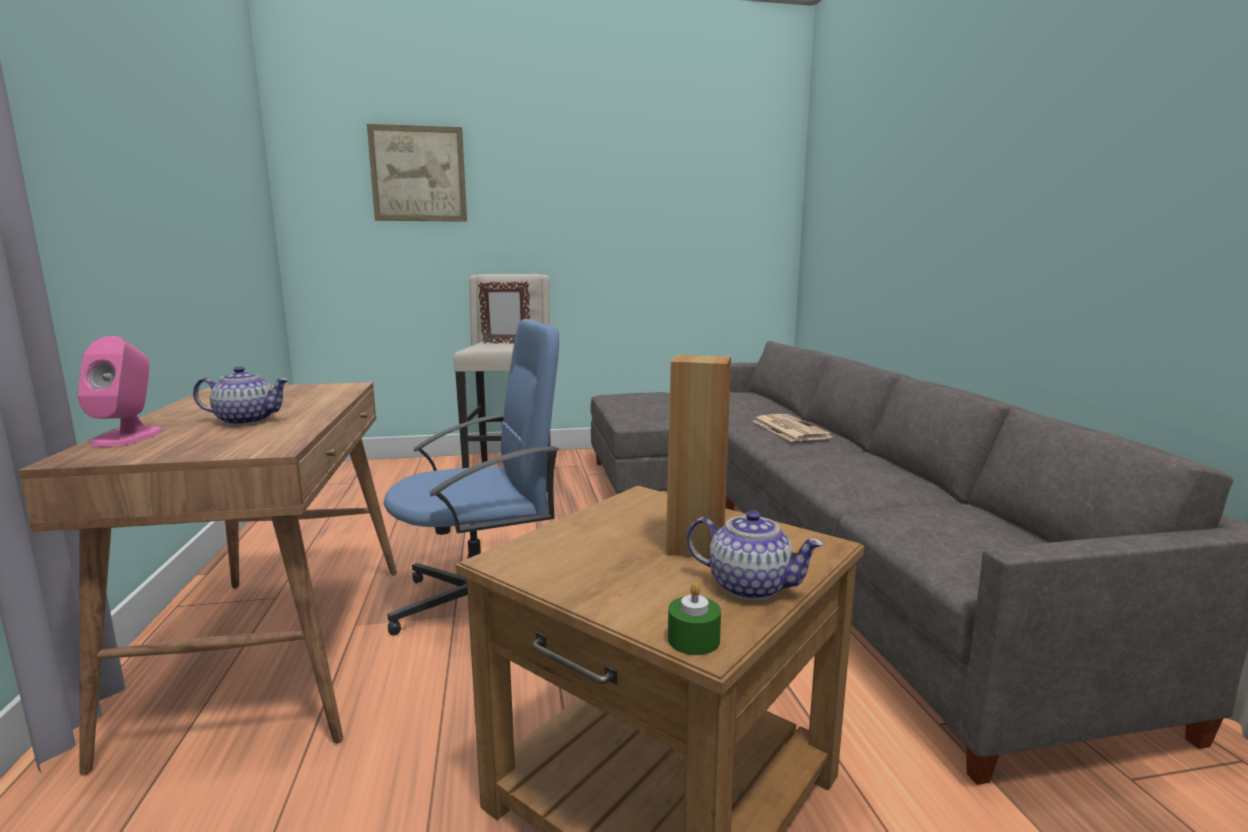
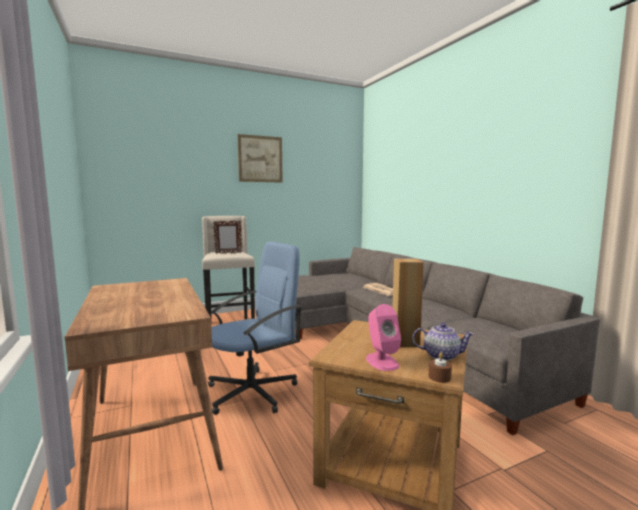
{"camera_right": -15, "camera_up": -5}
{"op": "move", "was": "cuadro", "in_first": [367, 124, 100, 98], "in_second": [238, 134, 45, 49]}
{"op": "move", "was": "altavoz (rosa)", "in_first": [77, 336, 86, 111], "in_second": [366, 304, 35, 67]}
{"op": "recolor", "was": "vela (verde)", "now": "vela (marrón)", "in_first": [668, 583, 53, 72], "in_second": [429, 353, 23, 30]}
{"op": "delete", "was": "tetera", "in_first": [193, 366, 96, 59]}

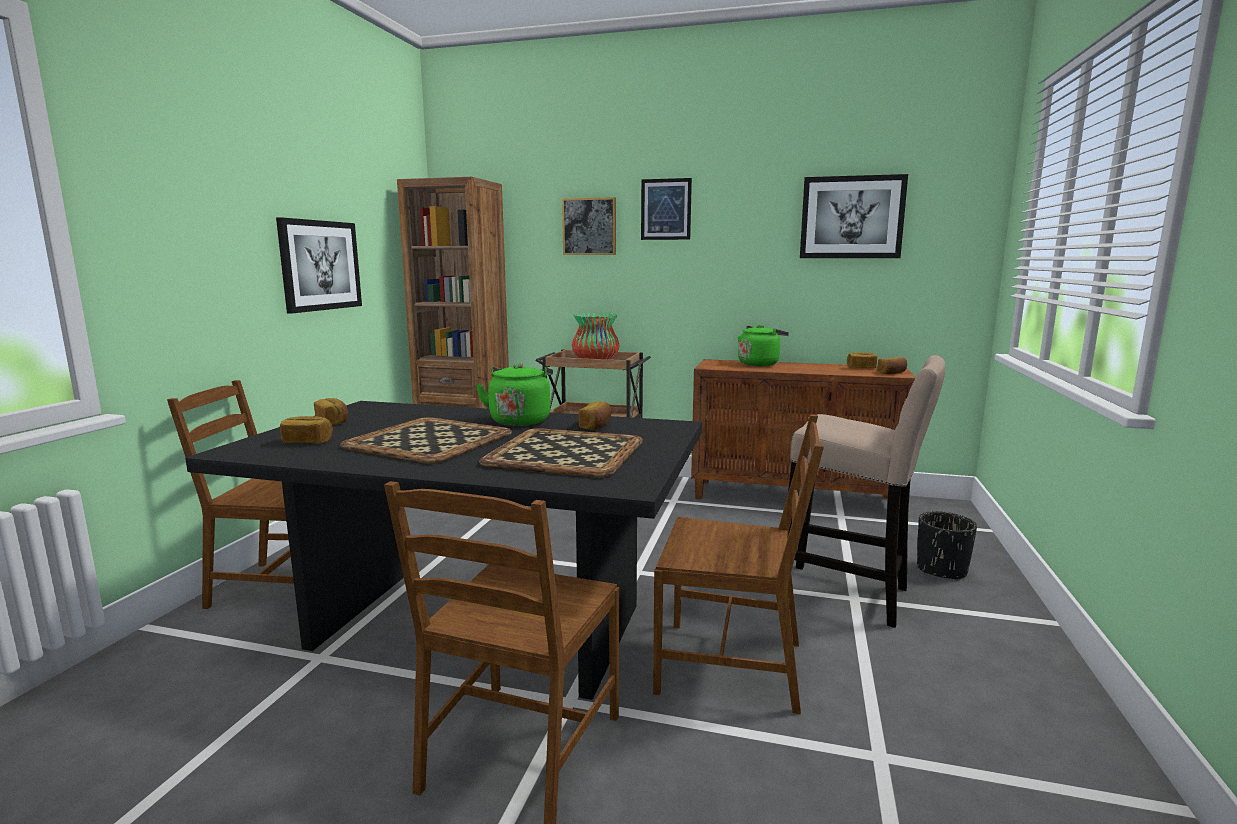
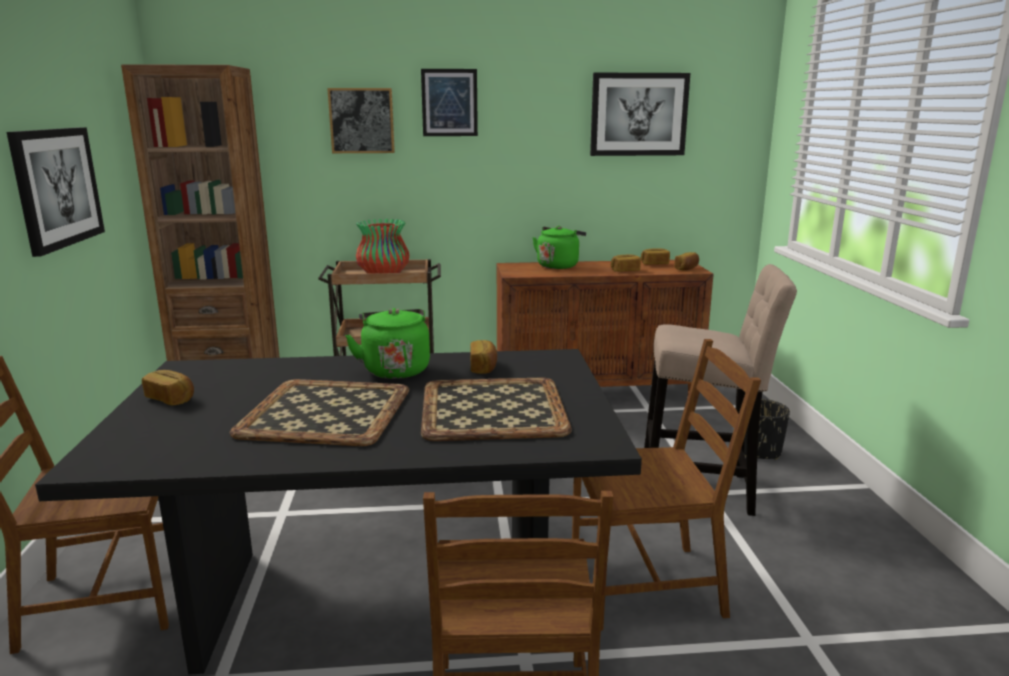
{"camera_right": -20, "camera_up": 5}
{"op": "move", "was": "pan", "in_first": [280, 416, 53, 27], "in_second": [611, 255, 30, 17]}

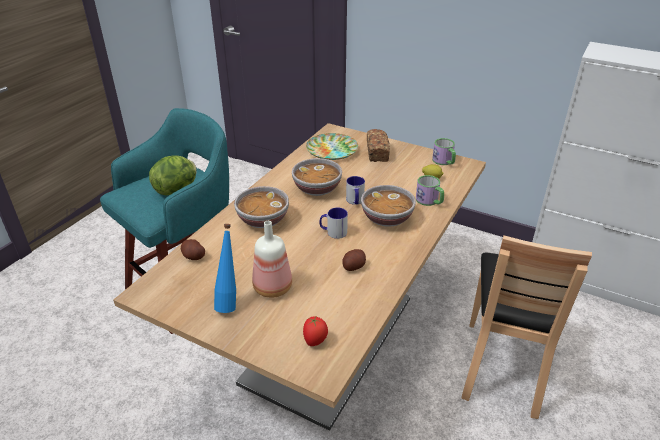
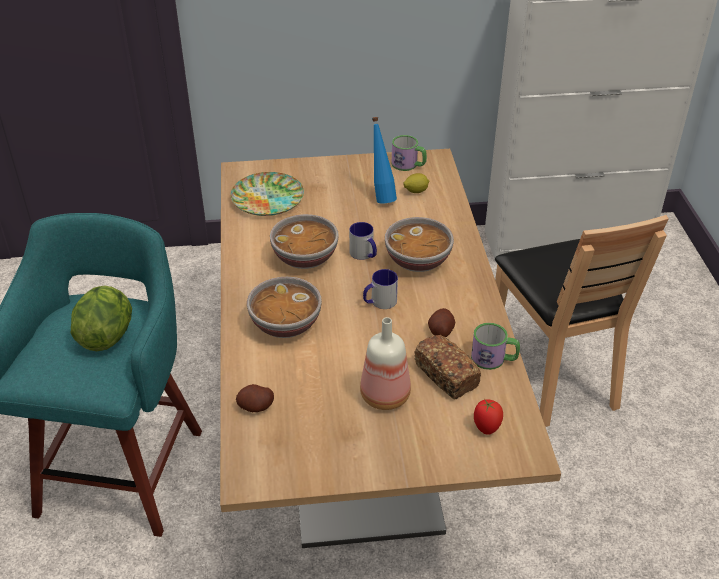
{"camera_right": -35, "camera_up": 5}
{"op": "move", "was": "botella (azul)", "in_first": [214, 224, 22, 89], "in_second": [372, 117, 25, 86]}
{"op": "move", "was": "pan", "in_first": [367, 129, 23, 33], "in_second": [414, 335, 67, 65]}
{"op": "move", "was": "taza grande", "in_first": [416, 175, 28, 31], "in_second": [471, 323, 49, 47]}

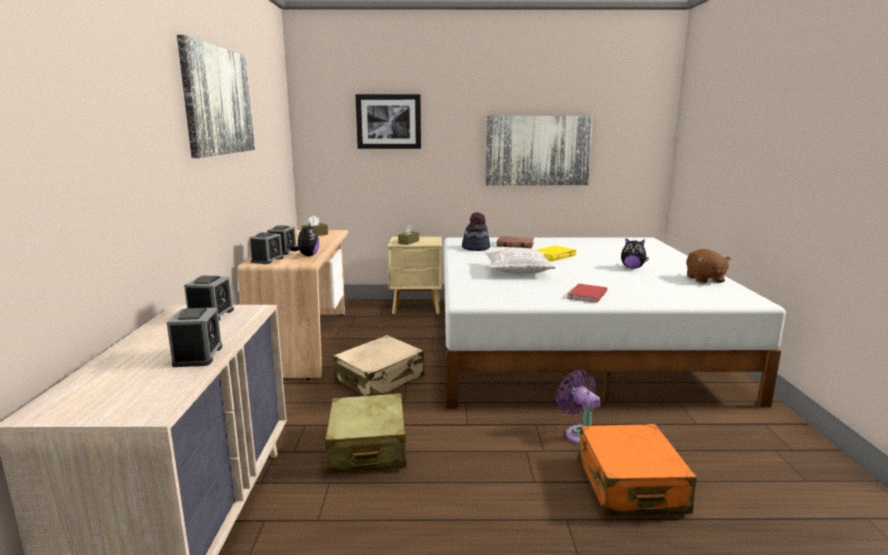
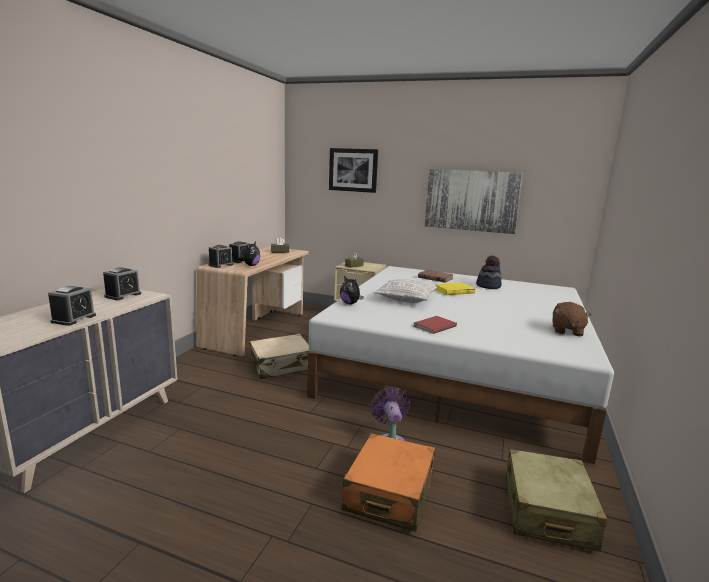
{"camera_right": 20, "camera_up": 0}
{"op": "move", "was": "peluche", "in_first": [621, 238, 28, 31], "in_second": [340, 276, 24, 28]}
{"op": "move", "was": "sombrero", "in_first": [462, 212, 28, 39], "in_second": [476, 255, 25, 34]}
{"op": "move", "was": "maleta (beis)", "in_first": [325, 393, 82, 81], "in_second": [506, 449, 101, 103]}
{"op": "delete", "was": "cuadro", "in_first": [177, 35, 78, 123]}

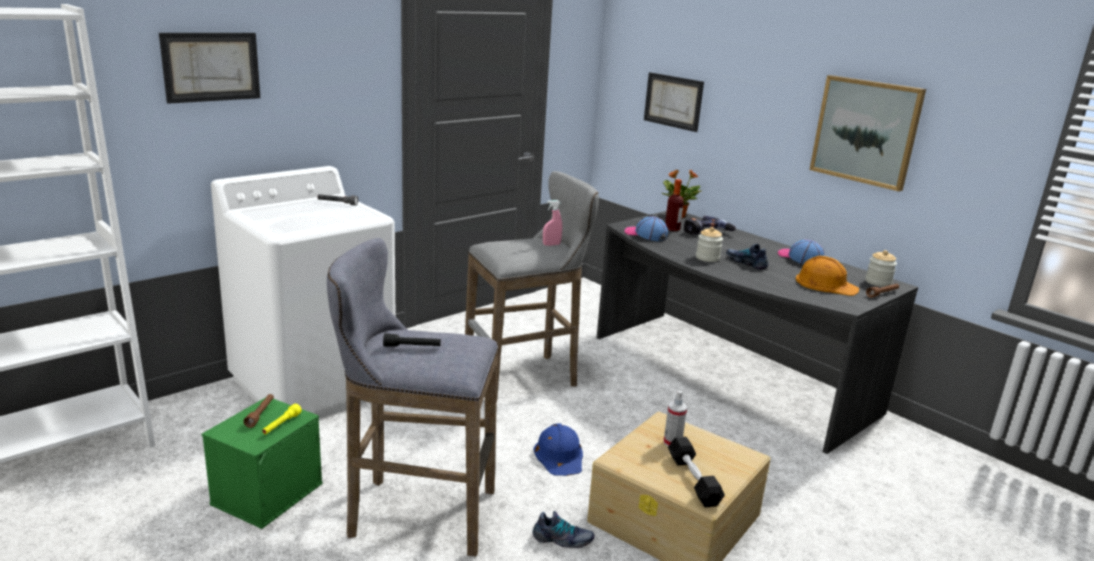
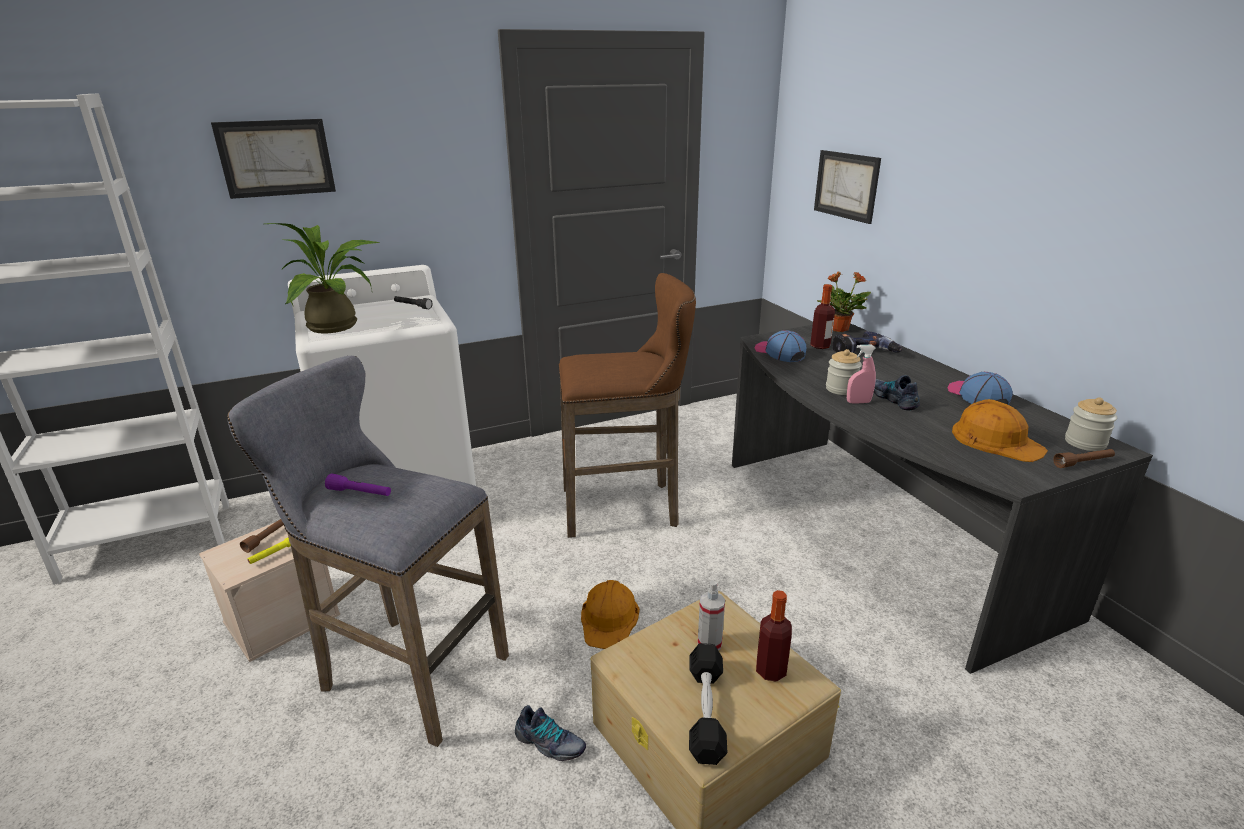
{"camera_right": 20, "camera_up": 5}
{"op": "recolor", "was": "caja de almacenaje (verde)", "now": "caja de almacenaje (beis)", "in_first": [202, 397, 121, 132], "in_second": [199, 523, 141, 139]}
{"op": "insert", "now": "planta en maceta", "in_second": [264, 223, 115, 111]}
{"op": "recolor", "was": "linterna (negro)", "now": "linterna (morado)", "in_first": [383, 333, 58, 14], "in_second": [325, 474, 66, 22]}
{"op": "recolor", "was": "taburete (gris)", "now": "taburete (marrón)", "in_first": [465, 171, 134, 224], "in_second": [559, 273, 137, 265]}
{"op": "recolor", "was": "casco (azul)", "now": "casco (naranja)", "in_first": [533, 423, 50, 53], "in_second": [581, 580, 59, 69]}
{"op": "insert", "now": "botella", "in_second": [756, 590, 36, 92]}
{"op": "move", "was": "pulverizador (rosa)", "in_first": [543, 200, 19, 46], "in_second": [847, 345, 29, 59]}
{"op": "delete", "was": "cuadro", "in_first": [810, 75, 116, 116]}

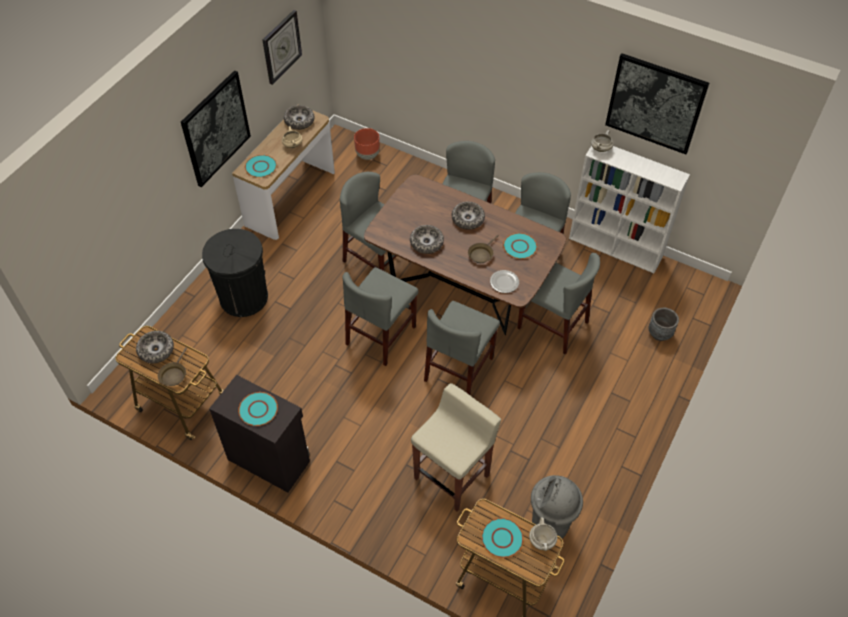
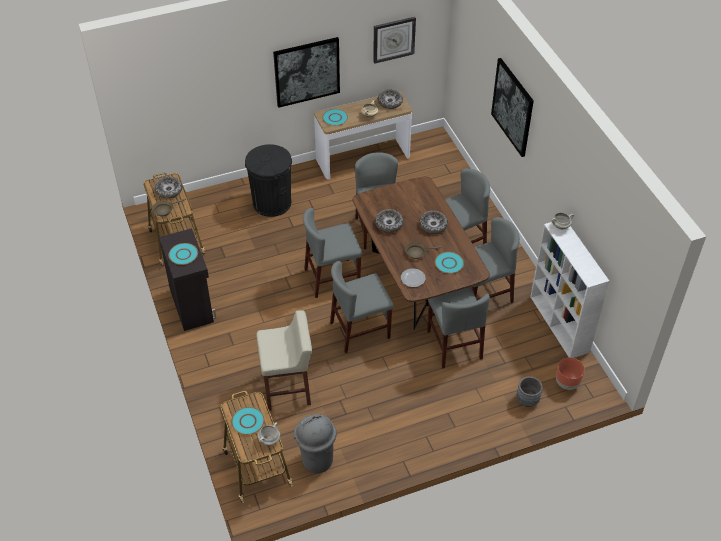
{"camera_right": 40, "camera_up": -5}
{"op": "move", "was": "cuadro", "in_first": [605, 53, 104, 101], "in_second": [491, 58, 43, 99]}
{"op": "move", "was": "maceta (marrón)", "in_first": [354, 128, 26, 32], "in_second": [556, 357, 29, 33]}

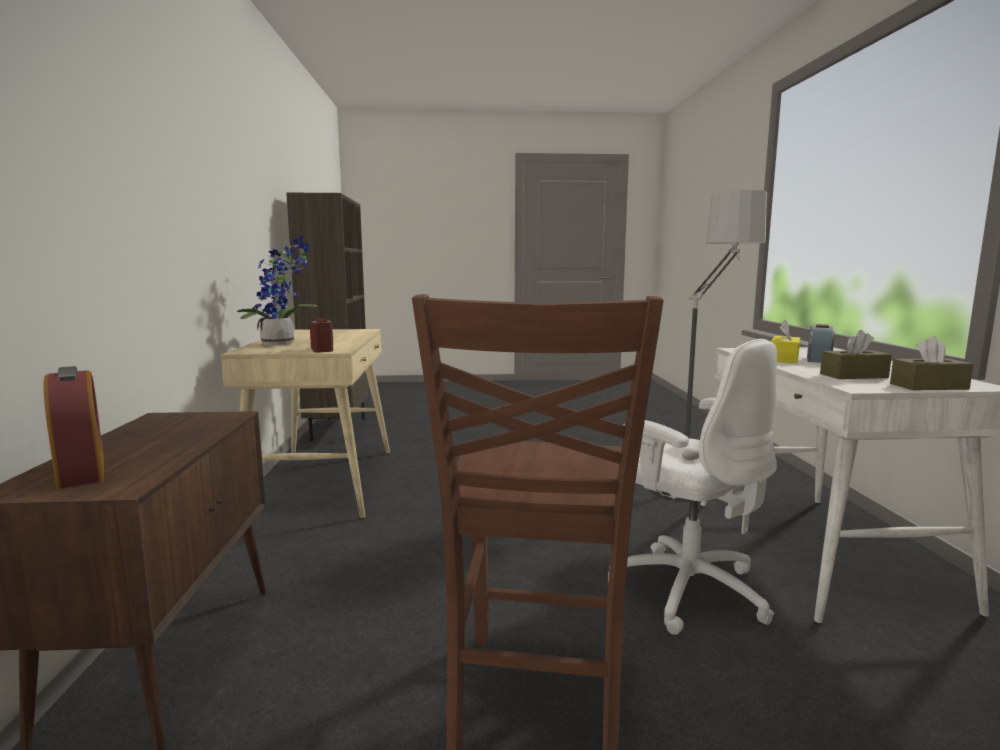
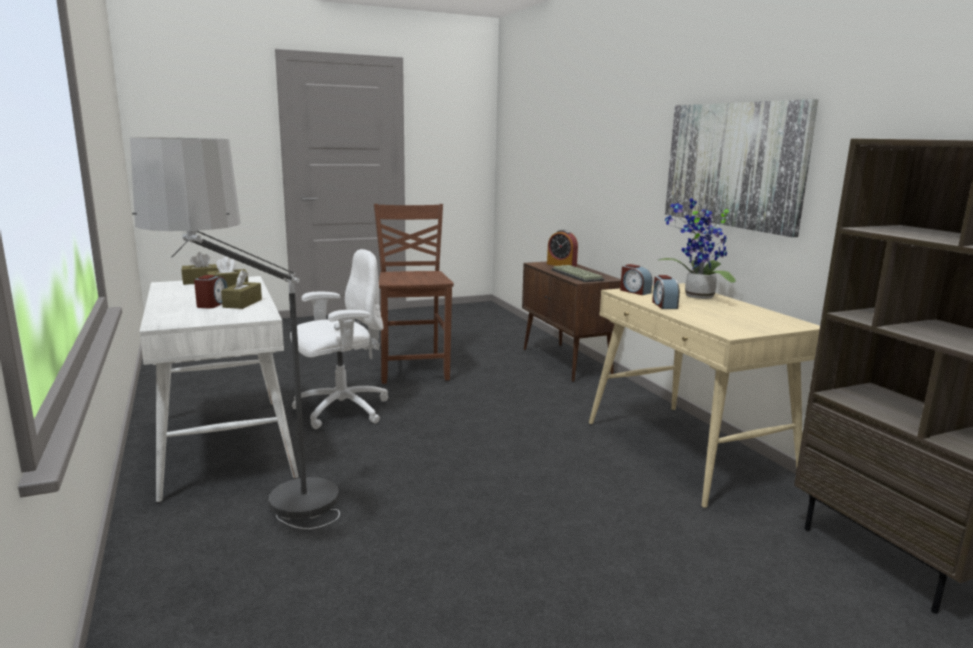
{"camera_right": 160, "camera_up": 5}
{"op": "recolor", "was": "caja de pañuelos (amarillo)", "now": "caja de pañuelos (marrón)", "in_first": [771, 320, 29, 43], "in_second": [221, 270, 41, 39]}
{"op": "rotate", "was": "silla de oficina (blanco)", "in_first": [608, 339, 169, 296], "in_second": [290, 249, 98, 180], "clockwise": 120}
{"op": "insert", "now": "teclado", "in_second": [551, 265, 53, 17]}
{"op": "insert", "now": "despertador", "in_second": [652, 275, 28, 34]}
{"op": "insert", "now": "cuadro", "in_second": [665, 99, 154, 138]}

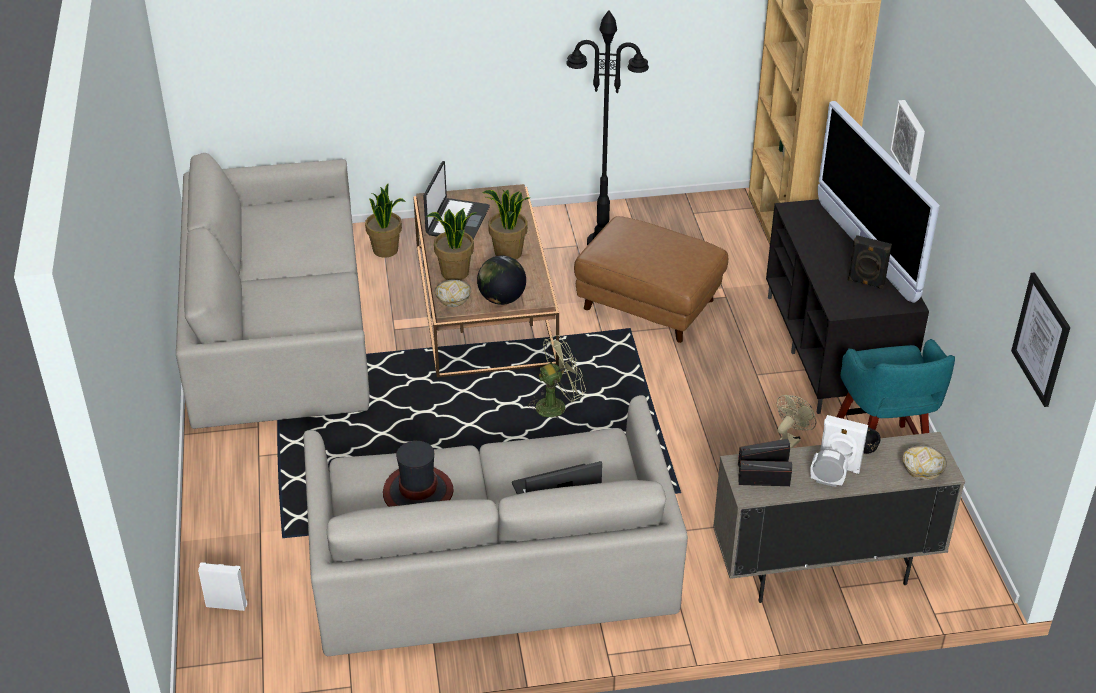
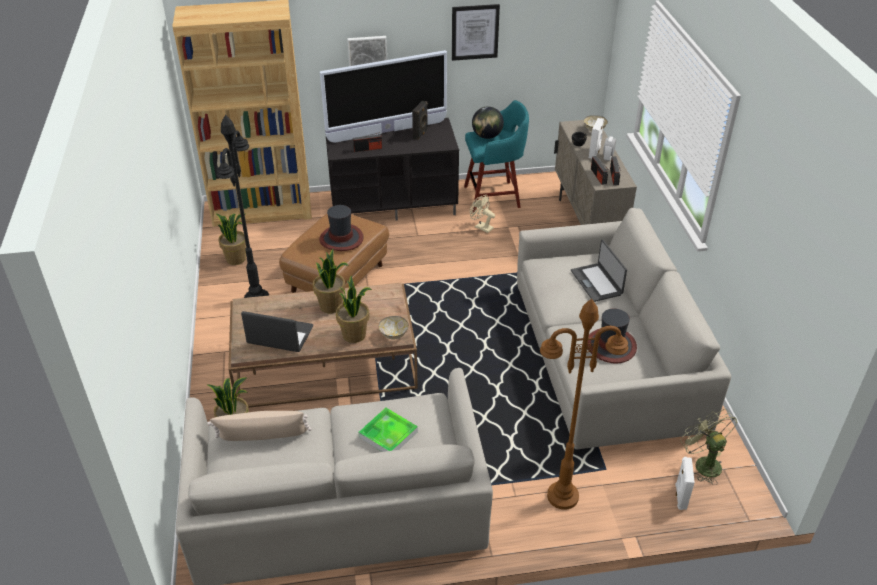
{"camera_right": -90, "camera_up": 0}
{"op": "insert", "now": "cojín (beis)", "in_second": [207, 411, 105, 30]}
{"op": "insert", "now": "planta en maceta", "in_second": [216, 213, 30, 52]}
{"op": "insert", "now": "sombrero", "in_second": [319, 205, 45, 46]}
{"op": "insert", "now": "radio", "in_second": [353, 132, 29, 20]}
{"op": "insert", "now": "bandeja", "in_second": [359, 408, 59, 44]}
{"op": "move", "was": "cuadro", "in_first": [1011, 272, 59, 135], "in_second": [452, 4, 48, 57]}
{"op": "move", "was": "globo terráqueo", "in_first": [477, 255, 49, 50], "in_second": [472, 106, 32, 33]}
{"op": "insert", "now": "lámpara de pie (marrón)", "in_second": [540, 299, 88, 211]}
{"op": "move", "was": "ventilador (verde)", "in_first": [528, 335, 58, 84], "in_second": [680, 409, 57, 76]}

